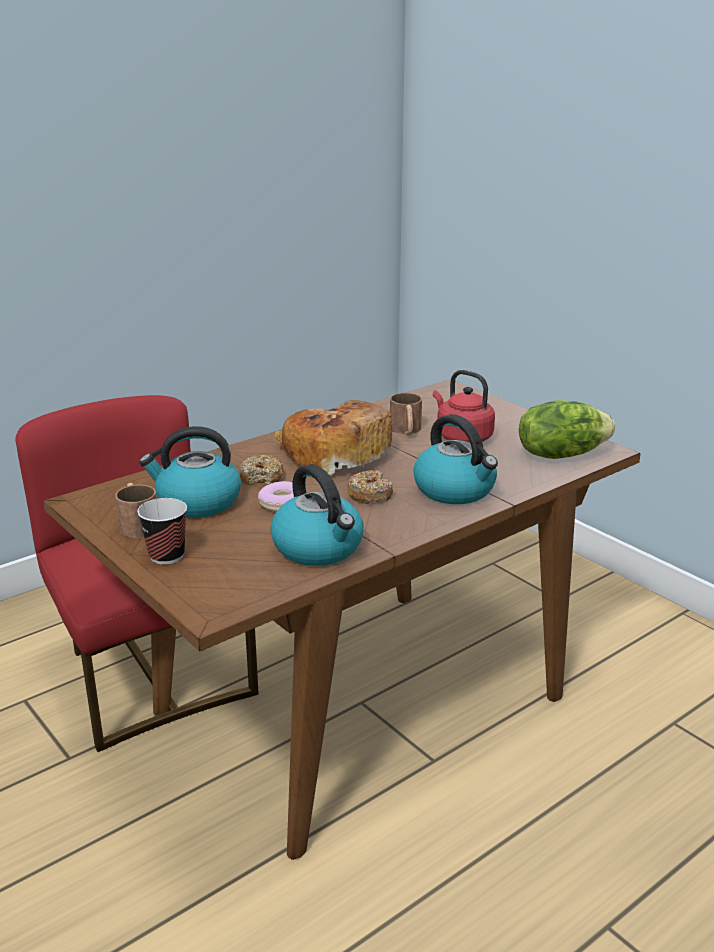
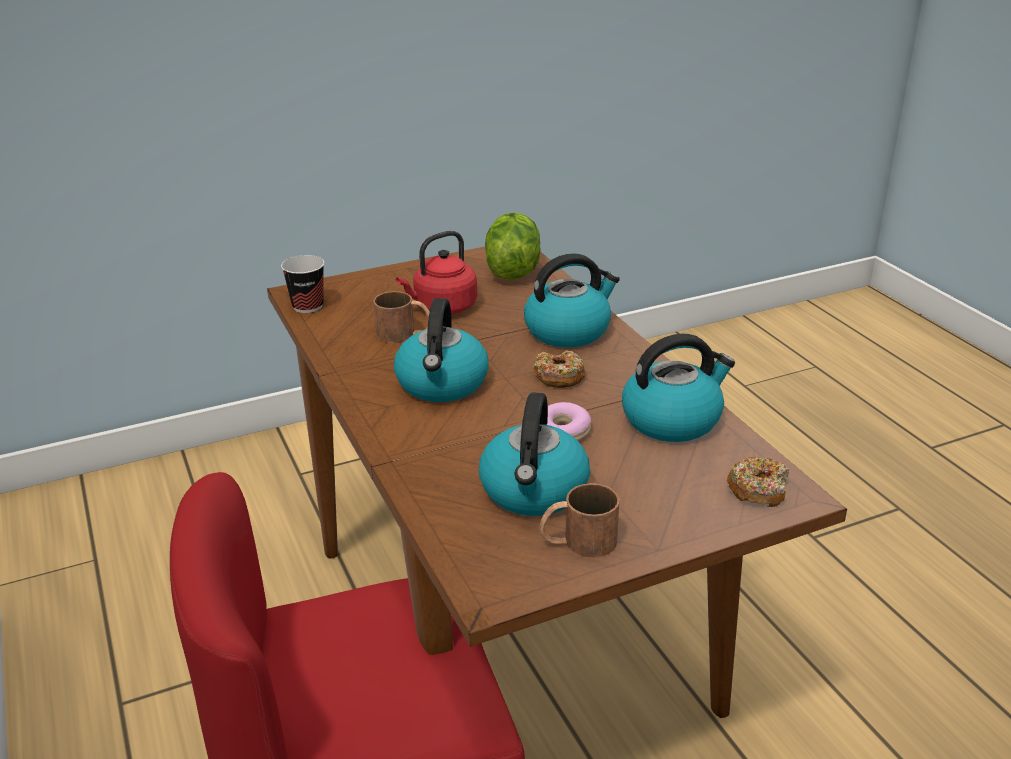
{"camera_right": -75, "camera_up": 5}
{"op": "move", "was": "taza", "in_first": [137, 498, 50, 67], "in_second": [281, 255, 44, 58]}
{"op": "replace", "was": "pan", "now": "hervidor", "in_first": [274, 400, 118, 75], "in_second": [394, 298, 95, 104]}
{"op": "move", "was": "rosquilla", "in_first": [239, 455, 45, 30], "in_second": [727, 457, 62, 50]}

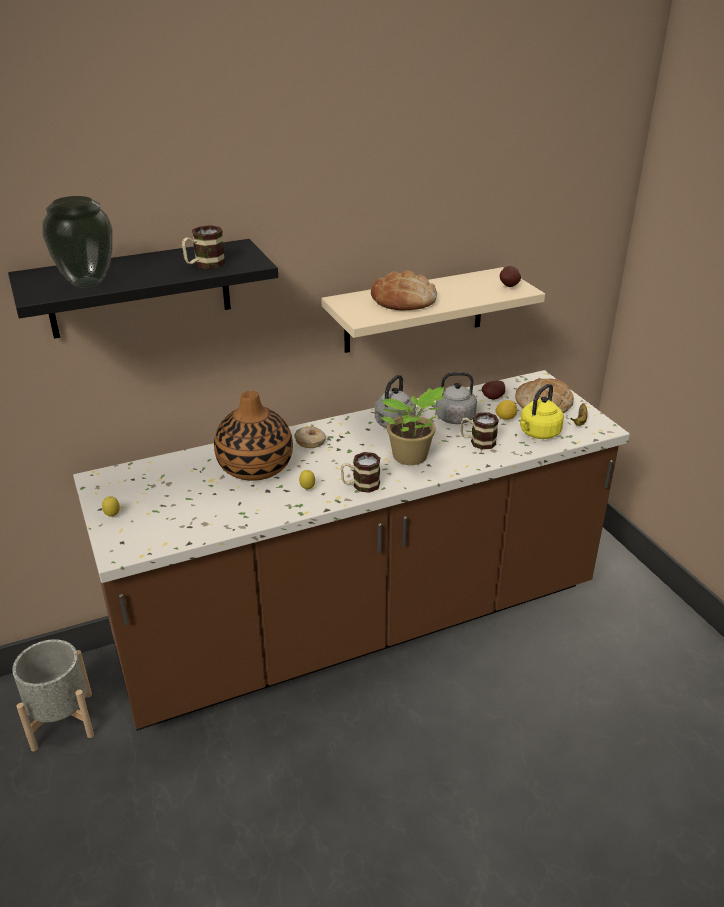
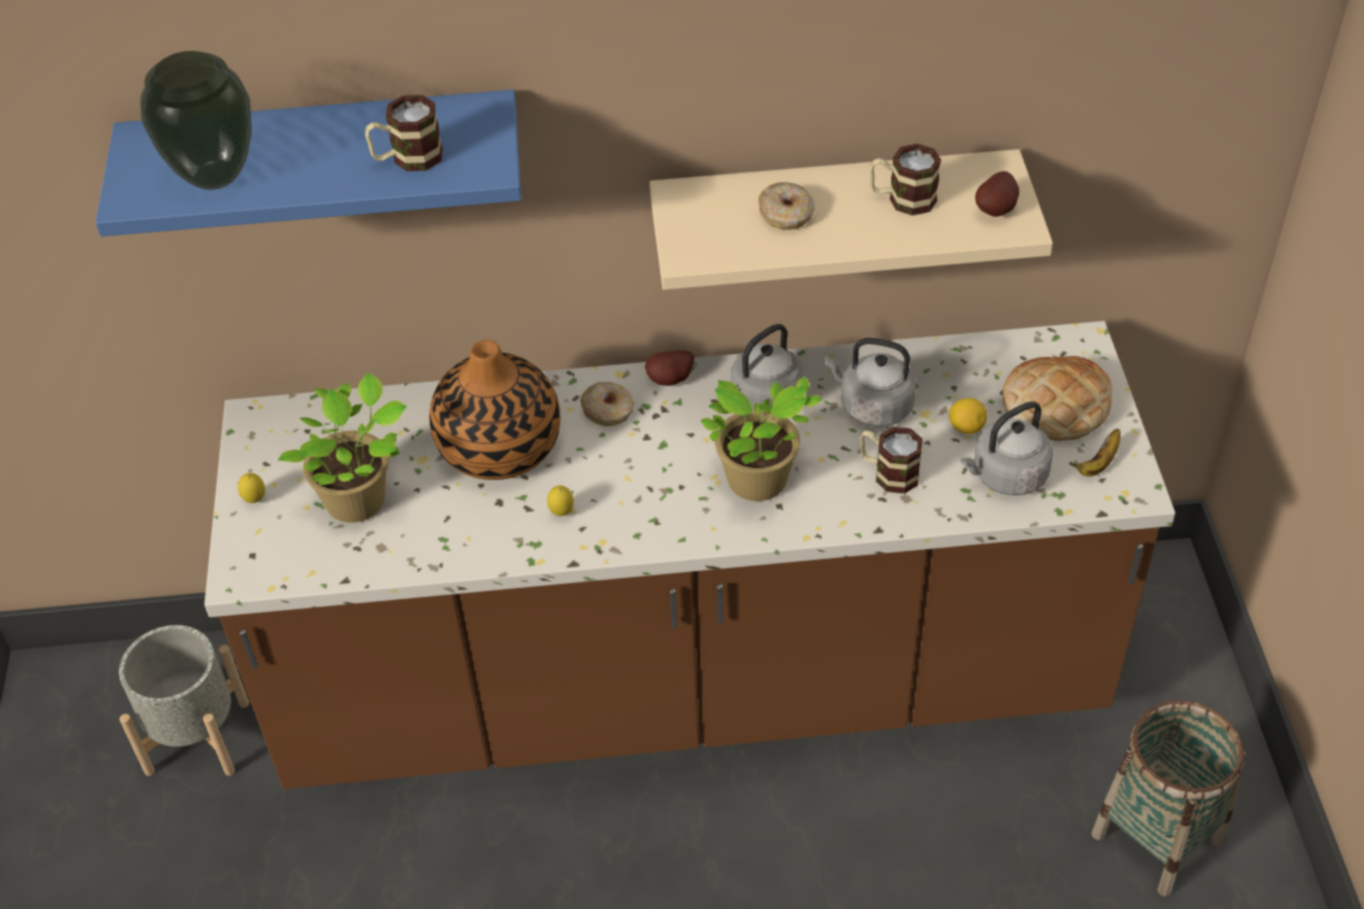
{"camera_right": 20, "camera_up": 15}
{"op": "recolor", "was": "estante (negro)", "now": "estante (azul)", "in_first": [8, 239, 270, 100], "in_second": [95, 90, 426, 147]}
{"op": "insert", "now": "planta en maceta", "in_second": [278, 373, 129, 150]}
{"op": "move", "was": "patata", "in_first": [482, 381, 23, 19], "in_second": [645, 350, 49, 36]}
{"op": "replace", "was": "pan", "now": "rosquilla", "in_first": [371, 271, 66, 39], "in_second": [759, 182, 56, 48]}
{"op": "move", "was": "taza grande", "in_first": [341, 452, 39, 41], "in_second": [870, 143, 71, 73]}
{"op": "recolor", "was": "hervidor (amarillo)", "now": "hervidor (gris)", "in_first": [520, 384, 44, 55], "in_second": [961, 401, 92, 95]}
{"op": "insert", "now": "cesta", "in_second": [1091, 700, 154, 197]}

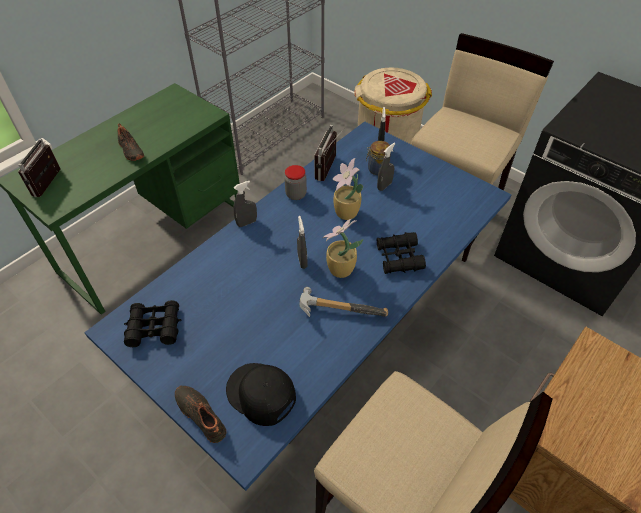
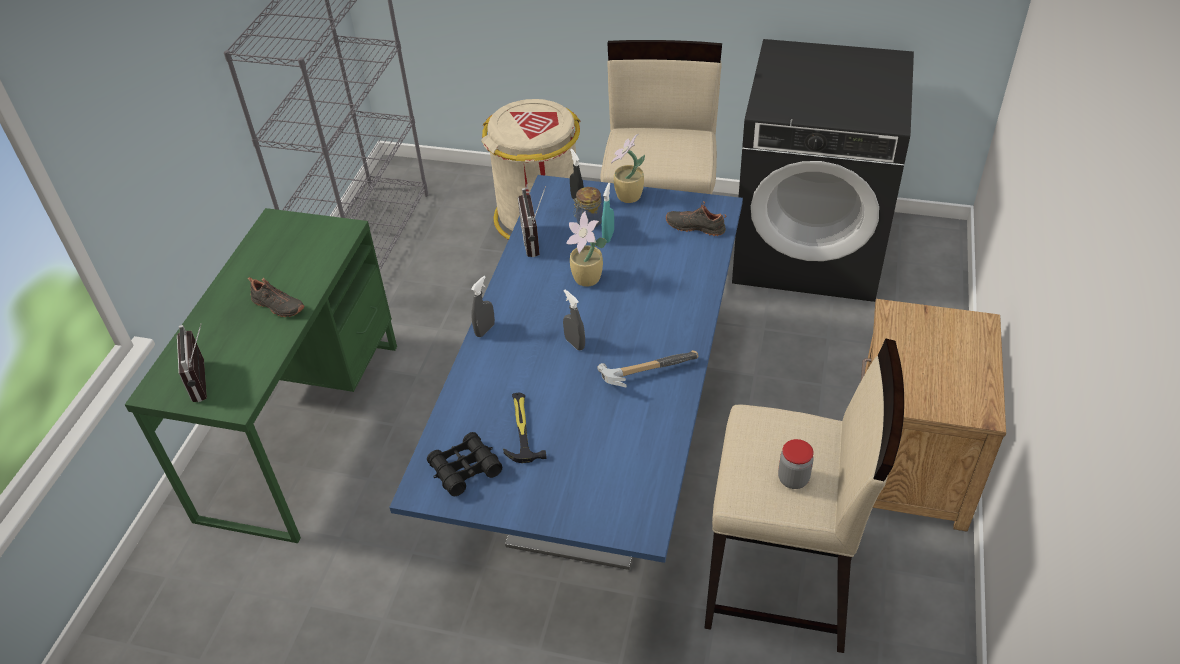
{"camera_right": -25, "camera_up": -5}
{"op": "insert", "now": "martillo", "in_second": [503, 393, 44, 70]}
{"op": "recolor", "was": "pulverizador (gris)", "now": "pulverizador (turquesa)", "in_first": [377, 142, 19, 49], "in_second": [602, 183, 12, 60]}
{"op": "move", "was": "planta en maceta", "in_first": [323, 219, 40, 59], "in_second": [611, 134, 34, 69]}
{"op": "move", "was": "zapato (negro)", "in_first": [175, 386, 51, 57], "in_second": [666, 201, 60, 35]}
{"op": "move", "was": "tarro", "in_first": [284, 165, 23, 35], "in_second": [778, 439, 36, 50]}
{"op": "delete", "was": "gorra (negro)", "in_first": [226, 363, 70, 63]}
{"op": "delete", "was": "prismáticos (negro)", "in_first": [377, 232, 49, 42]}

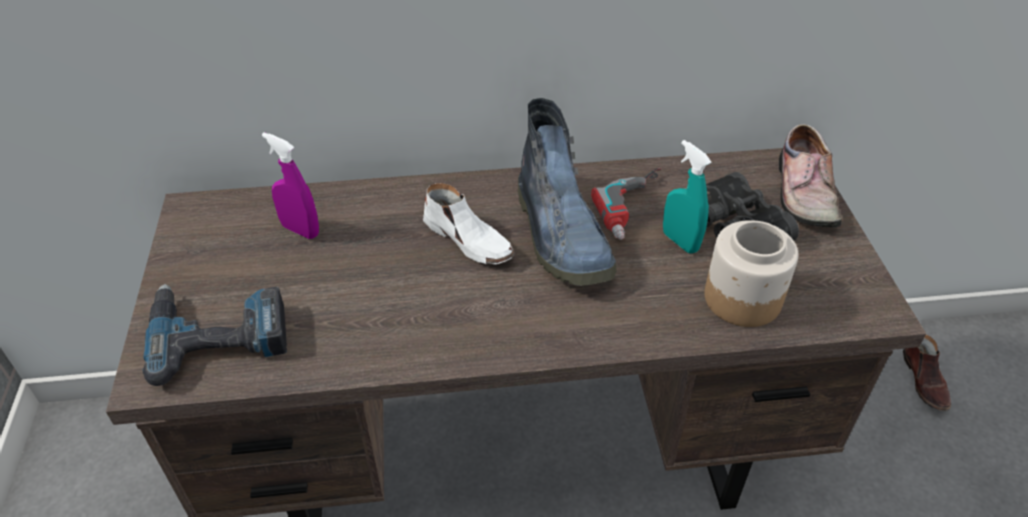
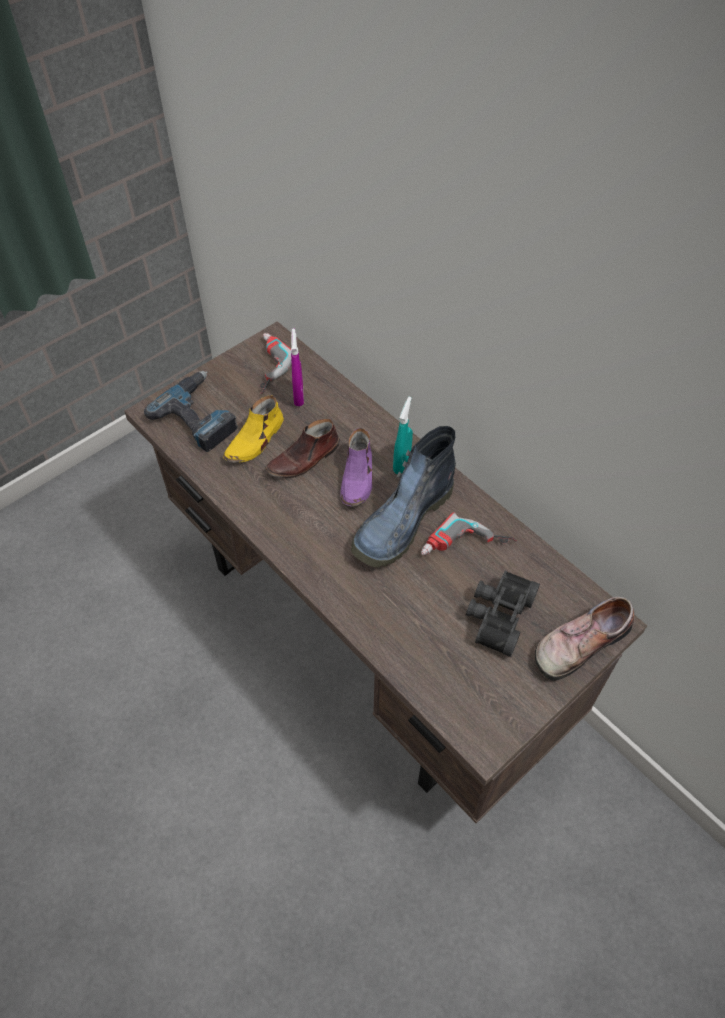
{"camera_right": 55, "camera_up": 10}
{"op": "insert", "now": "zapato (amarillo)", "in_second": [223, 395, 61, 68]}
{"op": "insert", "now": "taladro", "in_second": [260, 333, 32, 61]}
{"op": "move", "was": "zapato (marrón)", "in_first": [903, 334, 48, 77], "in_second": [265, 419, 75, 59]}
{"op": "recolor", "was": "zapato (blanco)", "now": "zapato (morado)", "in_first": [423, 183, 92, 81], "in_second": [340, 428, 32, 79]}
{"op": "move", "was": "pulverizador (turquesa)", "in_first": [663, 140, 49, 114], "in_second": [393, 397, 20, 77]}
{"op": "delete", "was": "tarro", "in_first": [704, 220, 94, 107]}

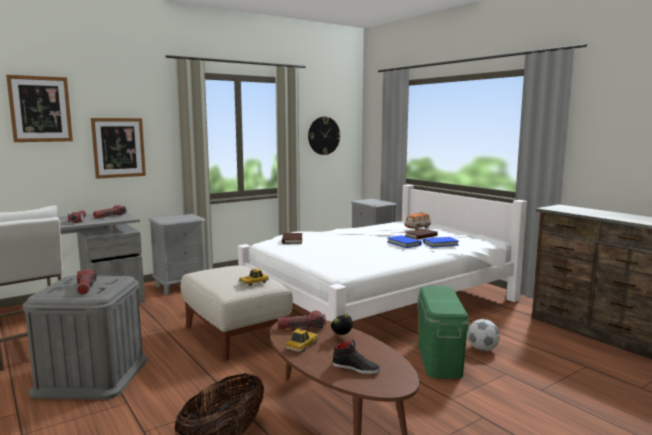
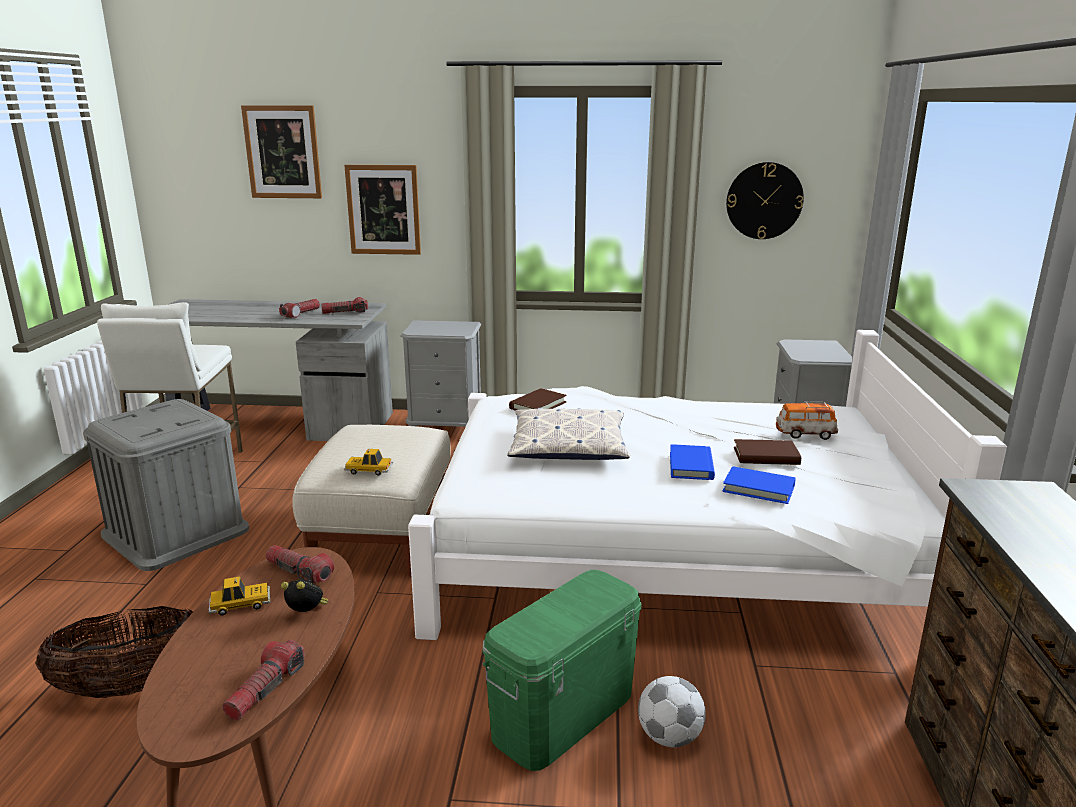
{"camera_right": 40, "camera_up": 10}
{"op": "move", "was": "linterna", "in_first": [77, 269, 20, 26], "in_second": [222, 640, 83, 81]}
{"op": "insert", "now": "cojín", "in_second": [507, 408, 123, 52]}
{"op": "delete", "was": "zapato (negro)", "in_first": [332, 340, 49, 34]}

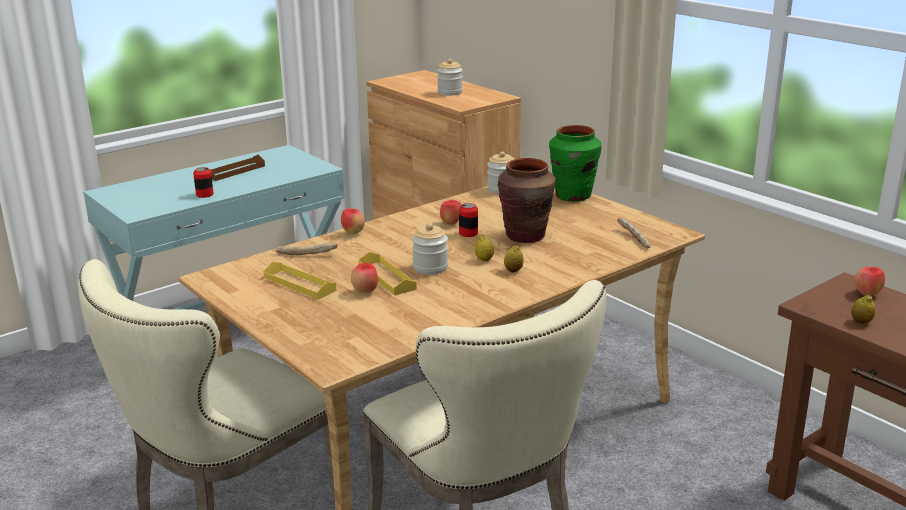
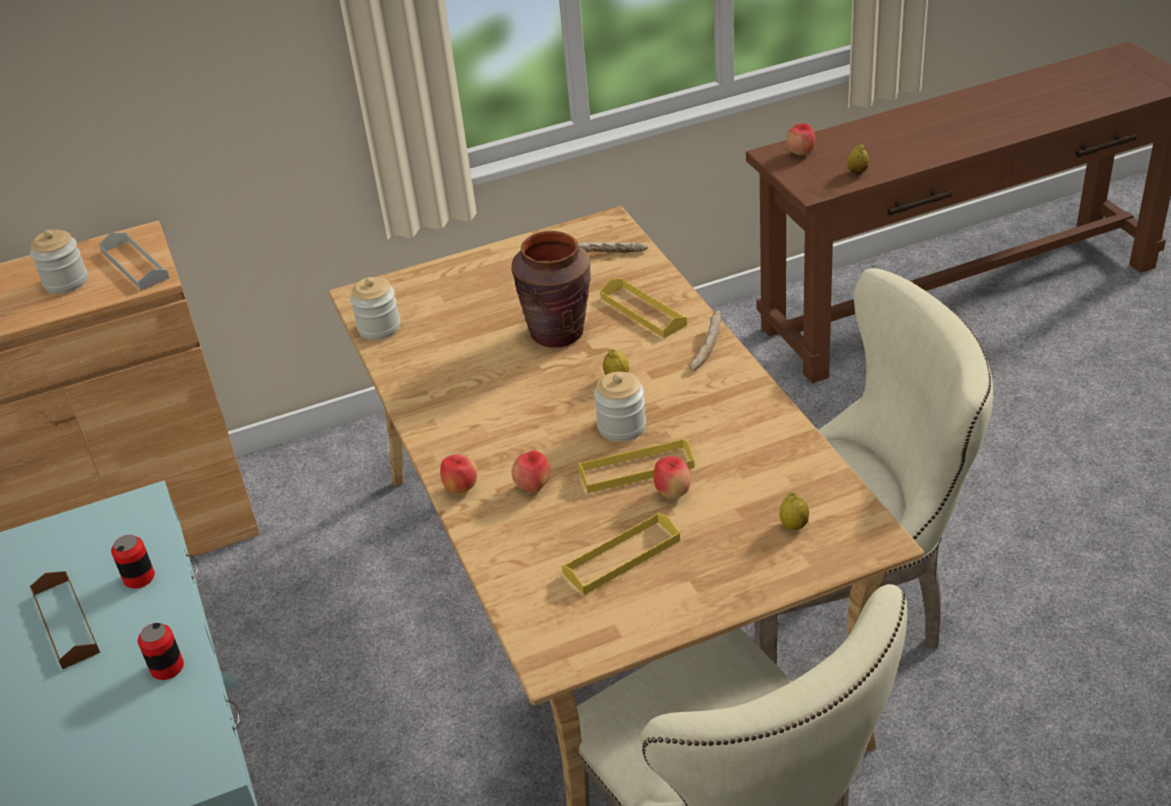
{"camera_right": -70, "camera_up": 15}
{"op": "insert", "now": "bandeja (gris)", "in_second": [99, 233, 71, 58]}
{"op": "move", "was": "lata", "in_first": [459, 203, 19, 34], "in_second": [111, 535, 44, 54]}
{"op": "move", "was": "manzana", "in_first": [440, 200, 21, 25], "in_second": [512, 451, 38, 42]}
{"op": "insert", "now": "bandeja (amarillo)", "in_second": [600, 279, 87, 59]}
{"op": "move", "was": "pan", "in_first": [276, 243, 62, 12], "in_second": [689, 311, 32, 60]}
{"op": "move", "was": "limón", "in_first": [504, 245, 20, 28], "in_second": [779, 492, 30, 38]}
{"op": "delete", "was": "florero (verde)", "in_first": [549, 125, 53, 77]}

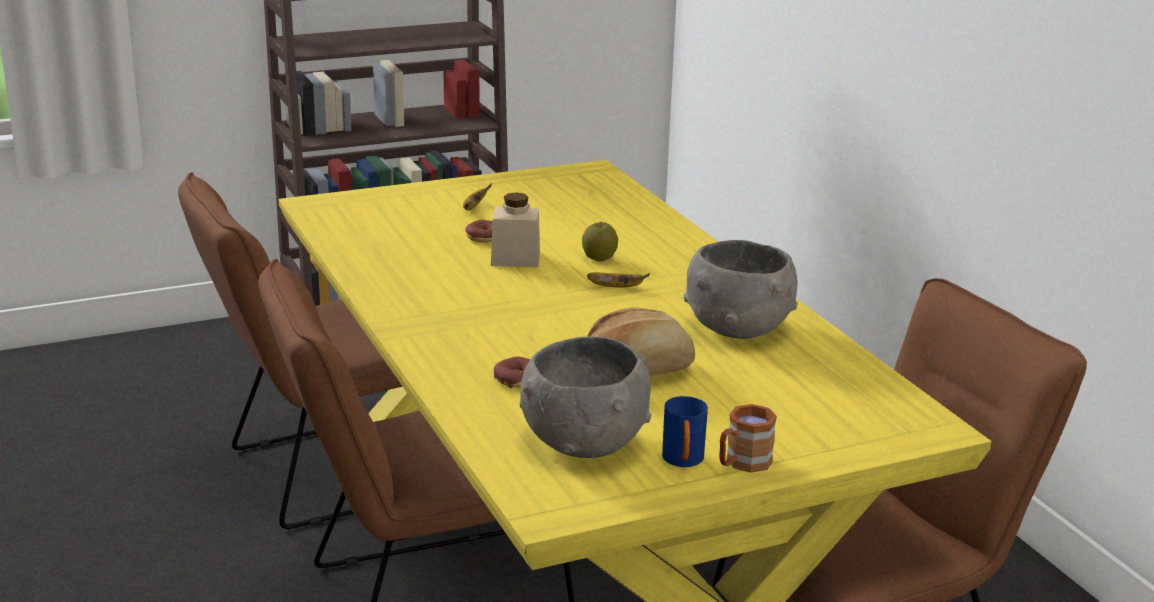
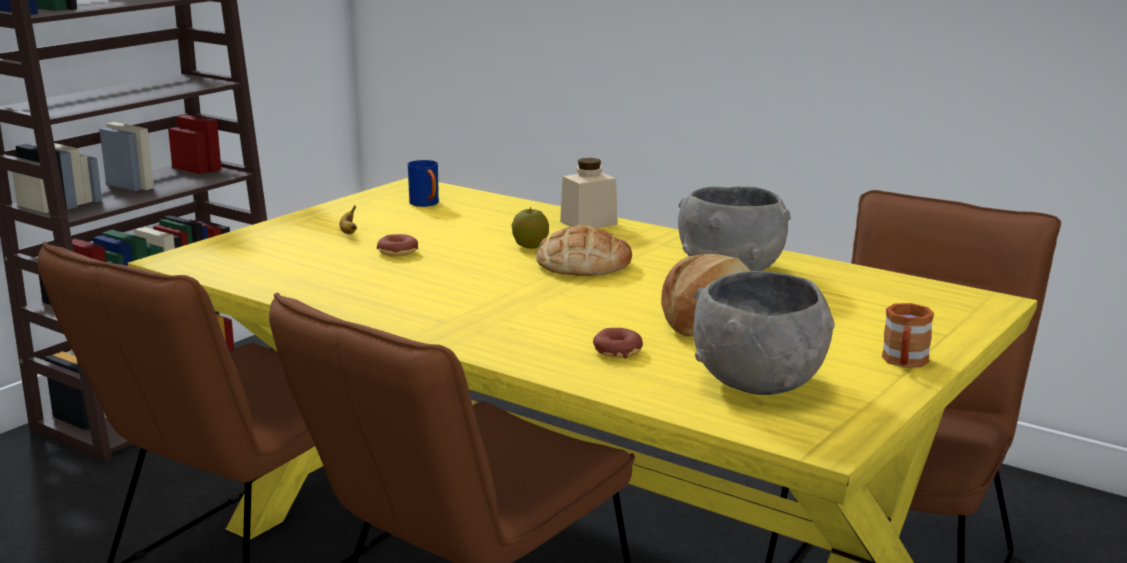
{"camera_right": -30, "camera_up": -5}
{"op": "move", "was": "taza grande (azul)", "in_first": [662, 396, 46, 71], "in_second": [408, 160, 31, 47]}
{"op": "replace", "was": "plátano", "now": "pan", "in_first": [587, 272, 63, 16], "in_second": [536, 225, 96, 51]}
{"op": "move", "was": "tarro (beis)", "in_first": [491, 192, 49, 75], "in_second": [560, 158, 58, 70]}

